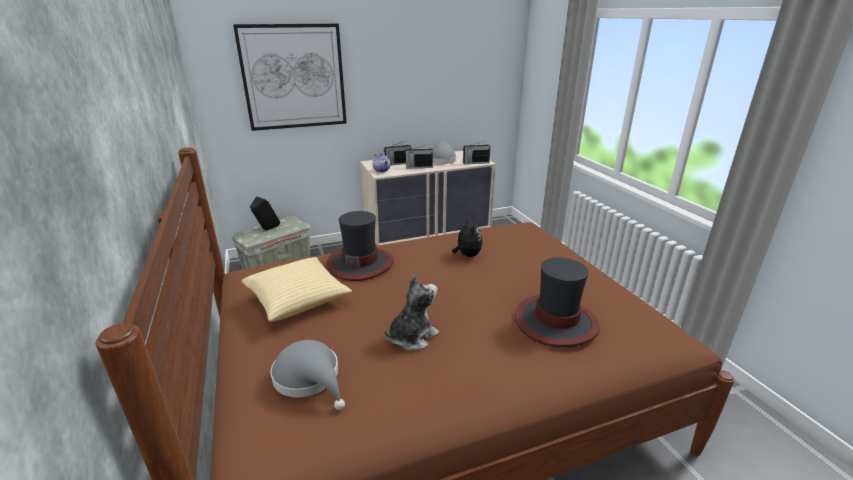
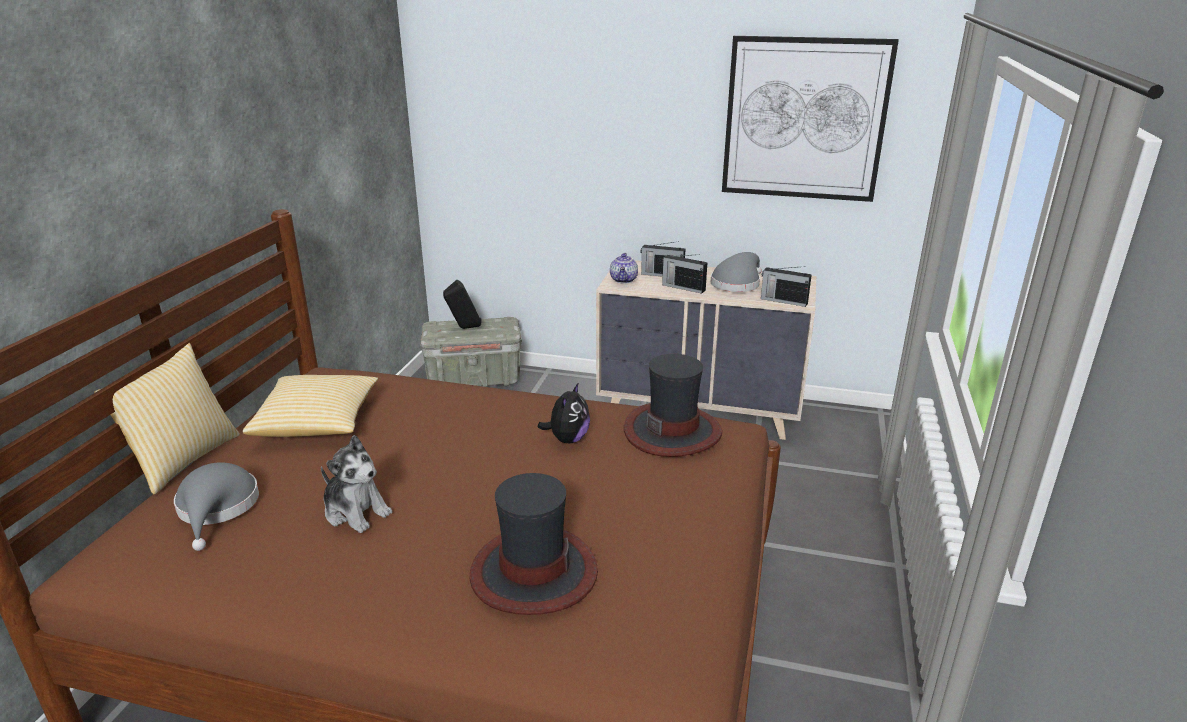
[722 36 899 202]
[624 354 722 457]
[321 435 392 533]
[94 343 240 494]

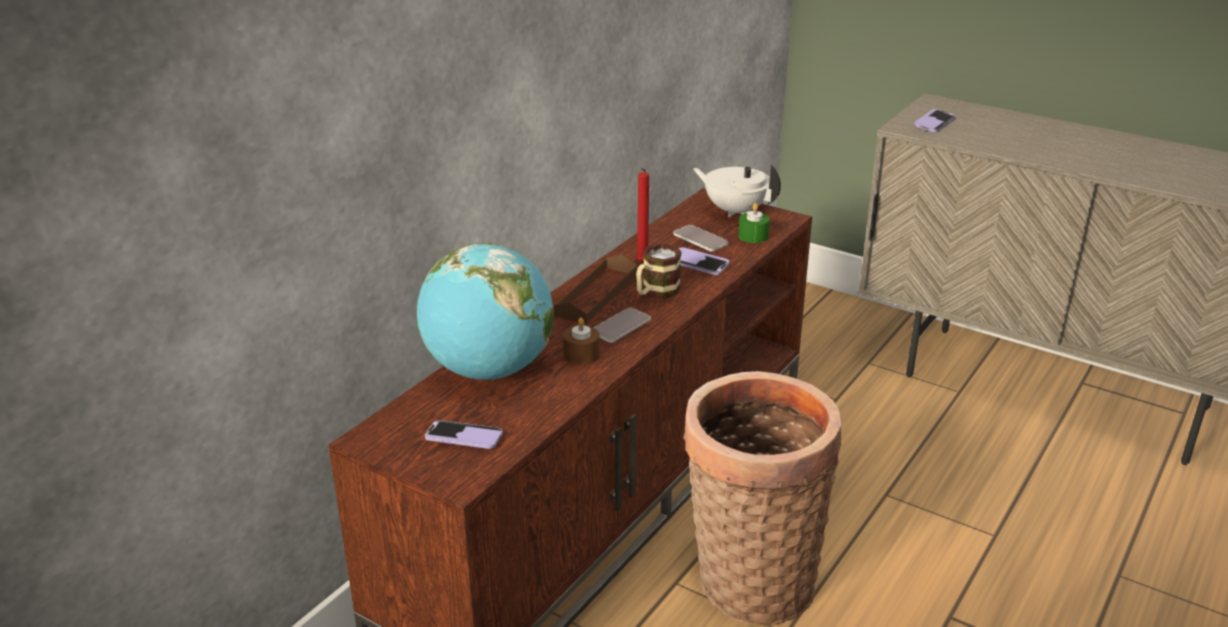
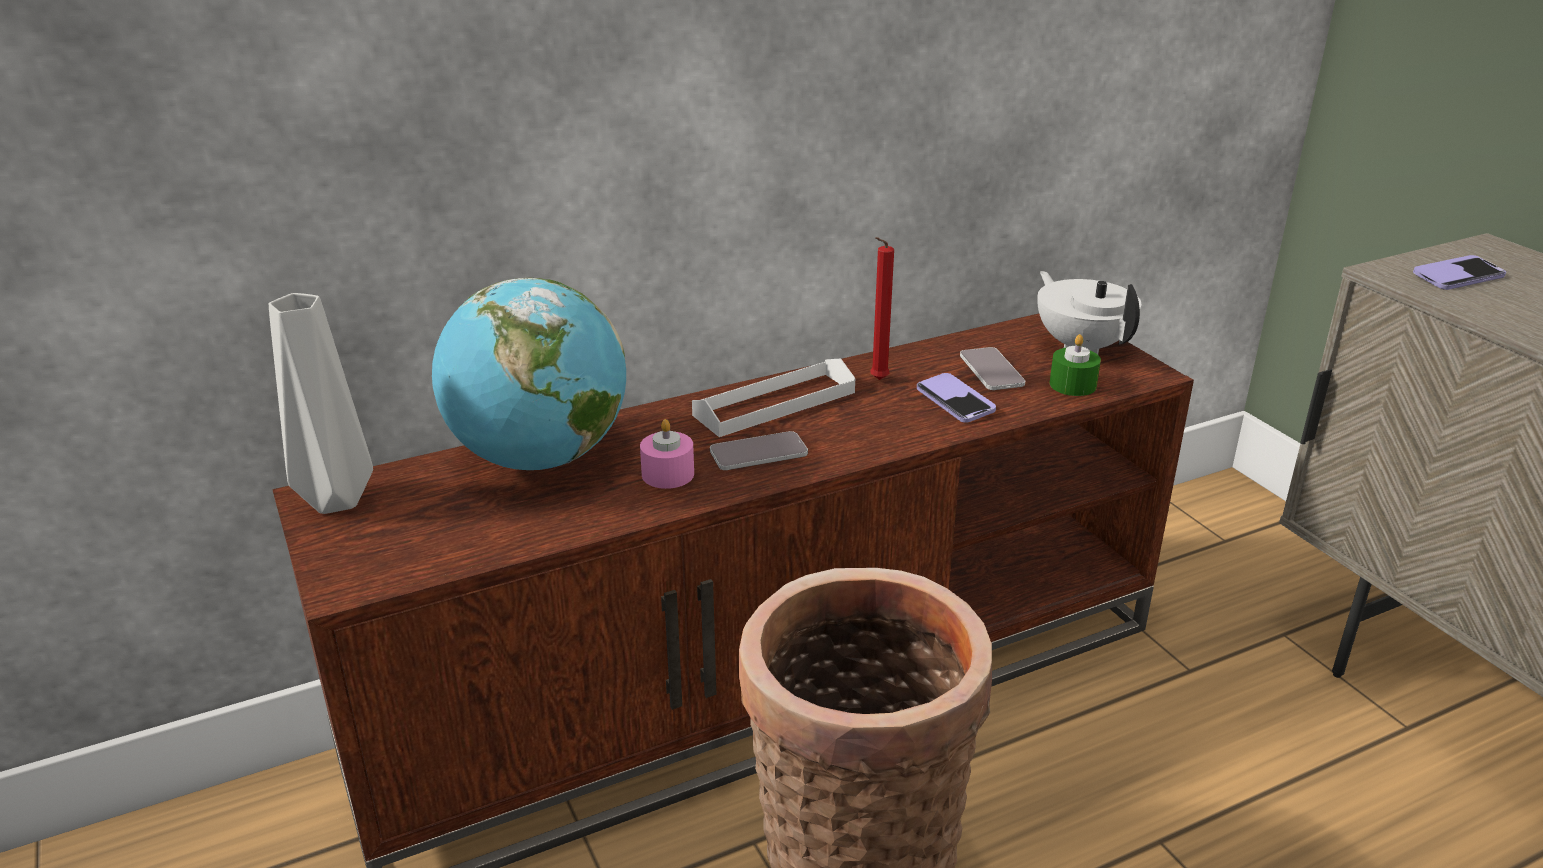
[636 243 681 299] (first image)
[692 358 855 437]
[640 419 694 489]
[425 420 503 449] (first image)
[269 293 373 514]

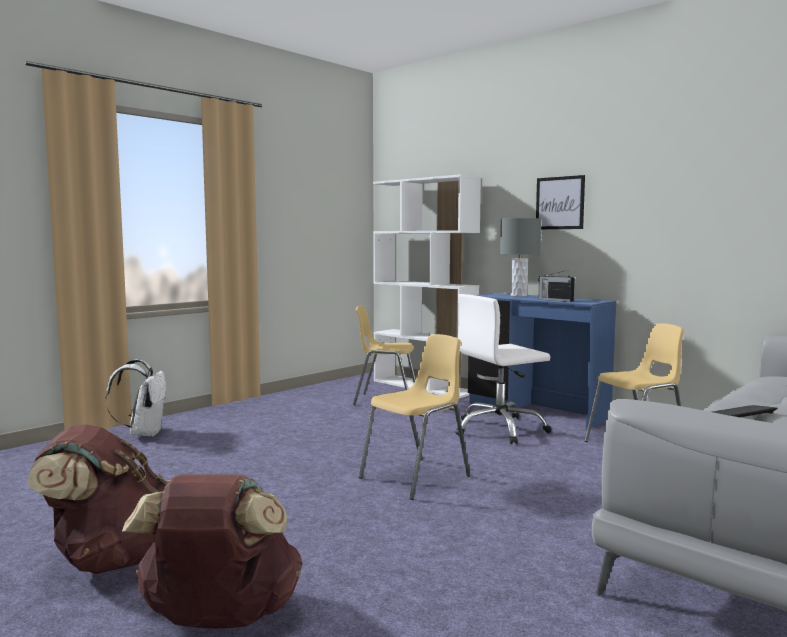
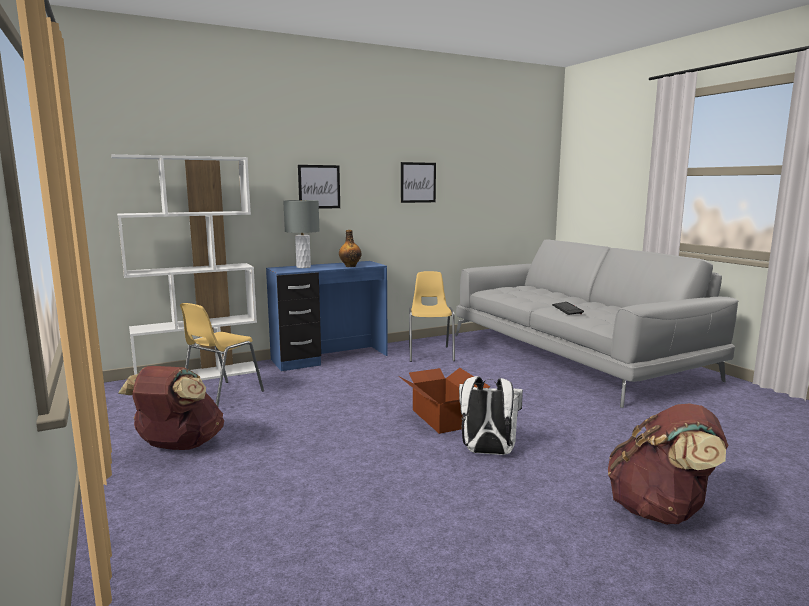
[339 230 362 267]
[455 294 551 444] (first image)
[399 368 490 434]
[459 376 523 455]
[118 366 224 450]
[401 162 436 203]

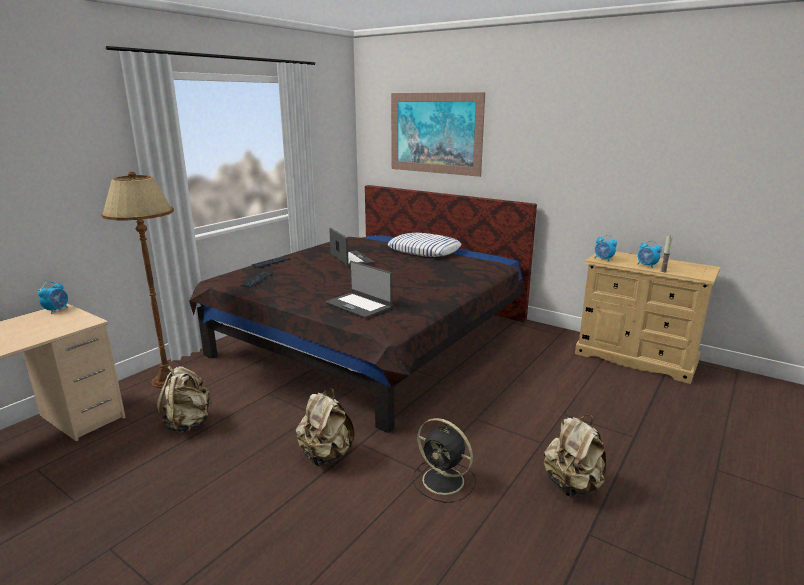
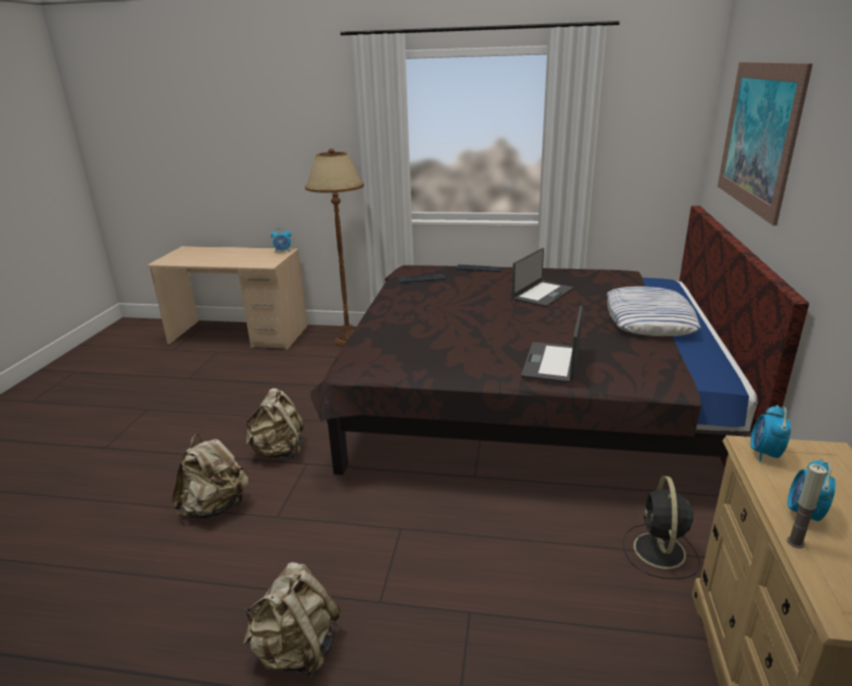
[521 306 583 383]
[172 434 249 518]
[623 476 700 579]

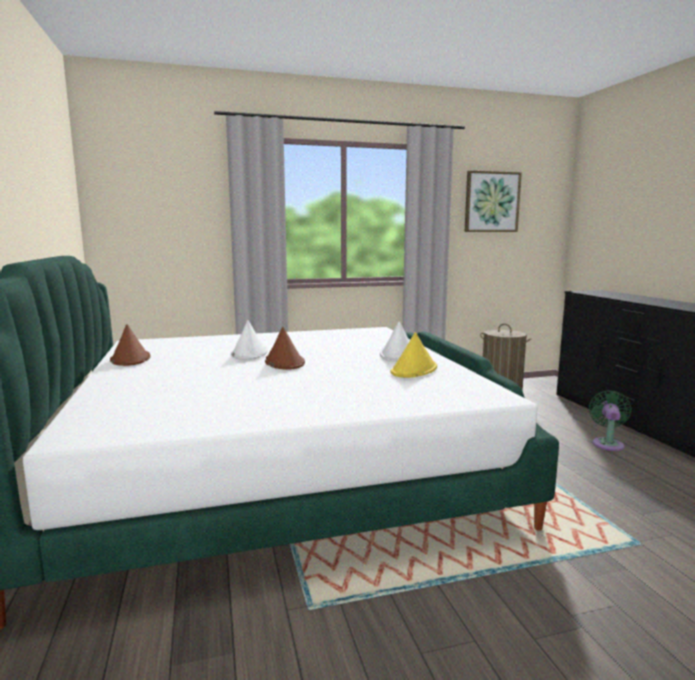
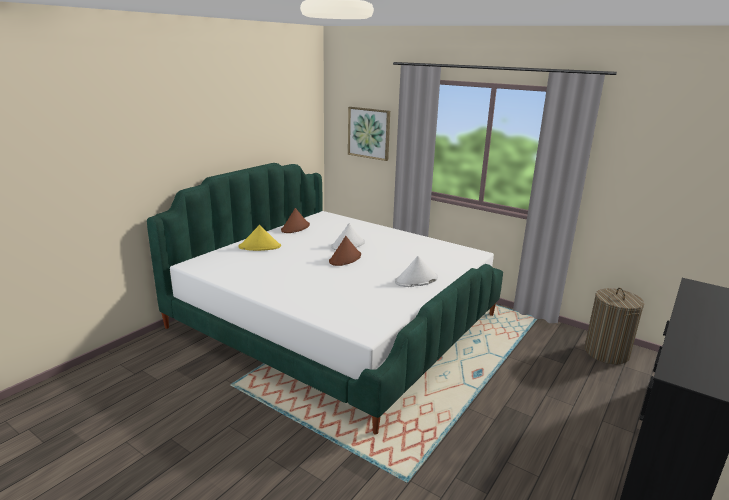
[348 107 390 161]
[239 225 281 251]
[589 390 632 451] (first image)

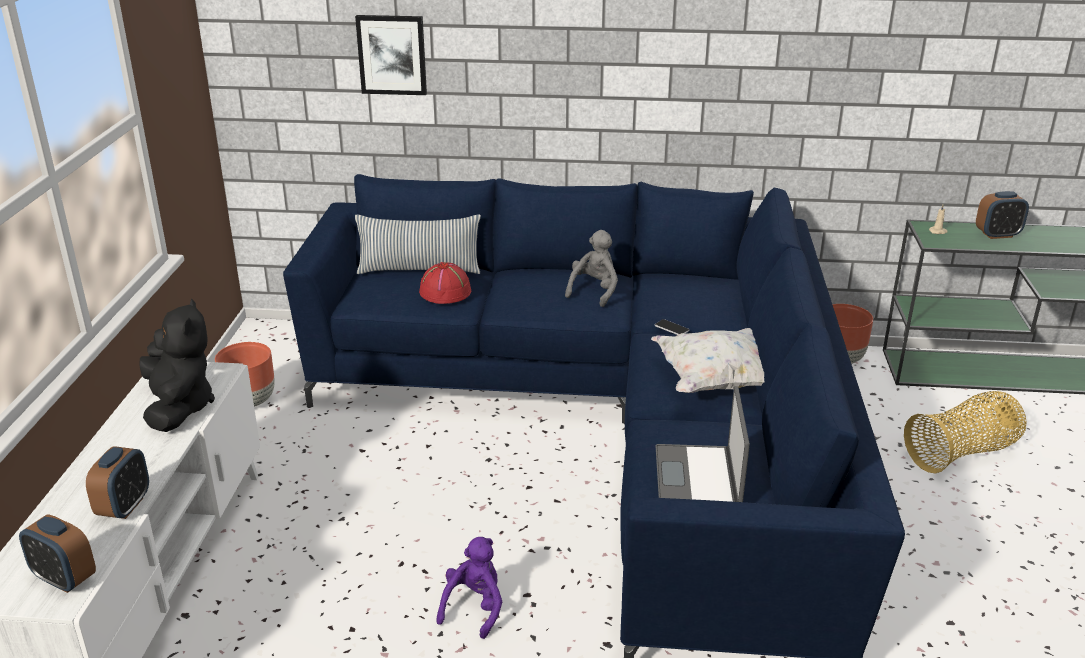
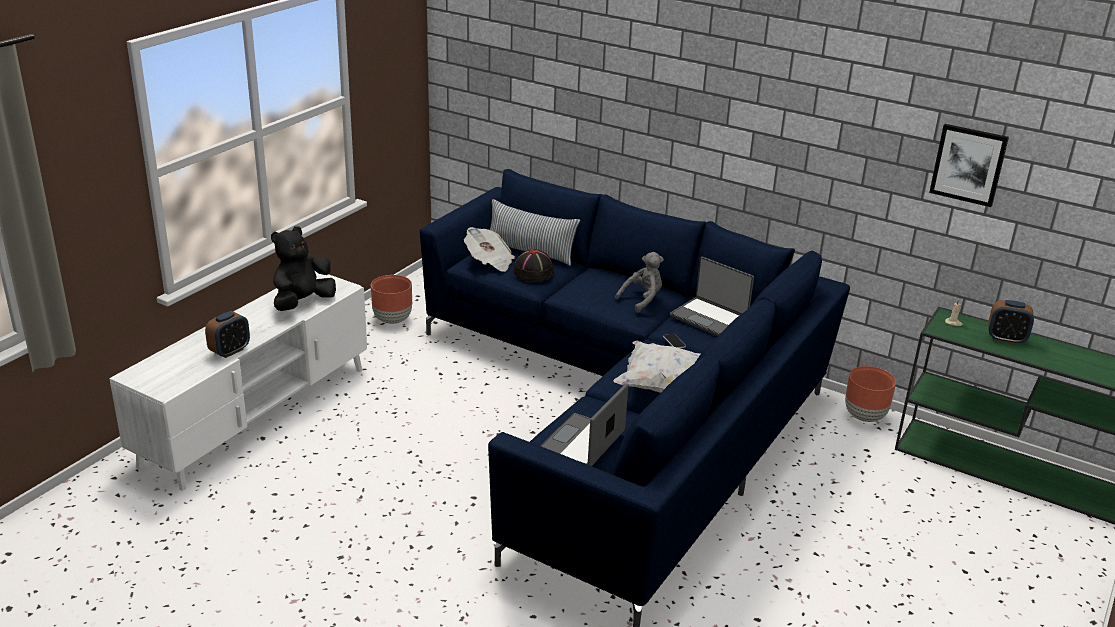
[929 124 1009 207]
[513 249 554 282]
[271 226 336 311]
[904 391 1027 473] (first image)
[19 514 96 593] (first image)
[436 537 502 639] (first image)
[464 227 515 272]
[670 257 754 336]

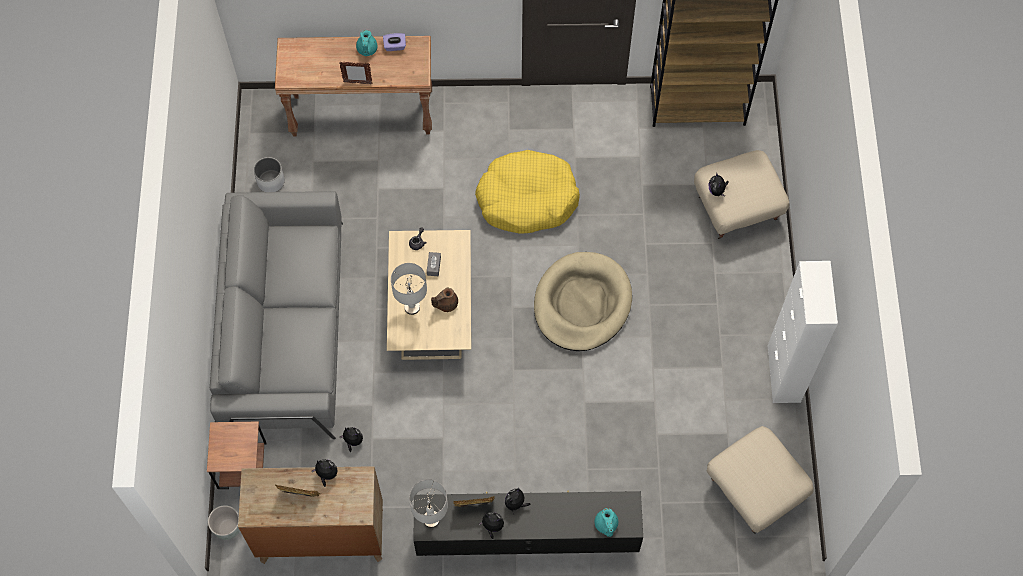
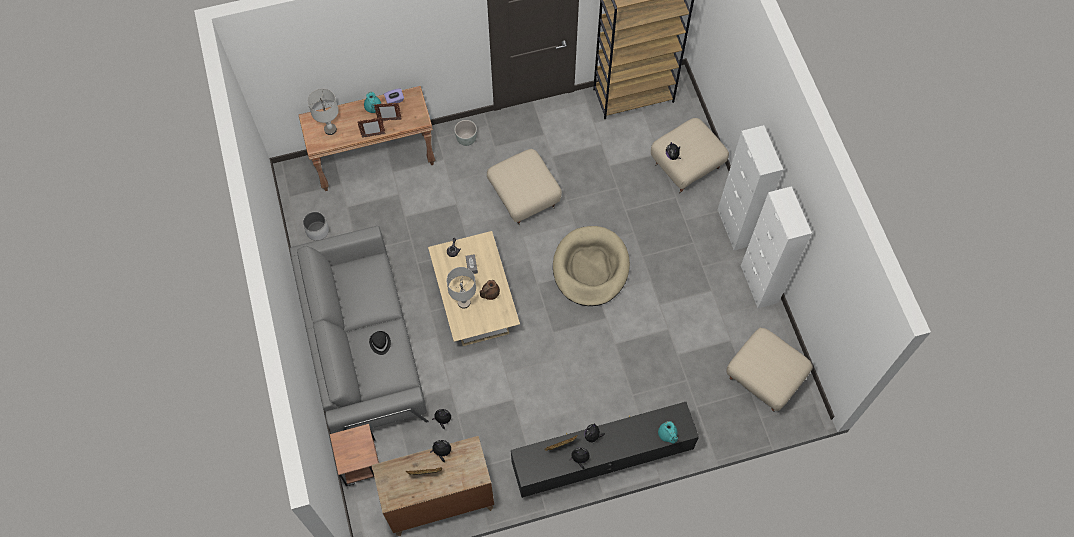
[487 149 562 225]
[308 88 339 135]
[454 120 477 146]
[374 103 402 121]
[718 125 783 250]
[369 331 391 355]

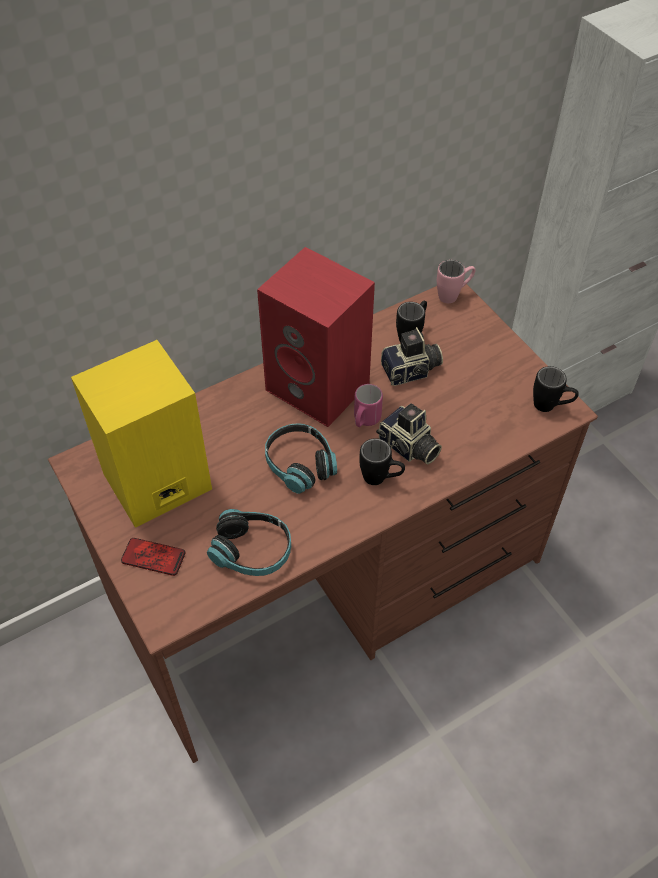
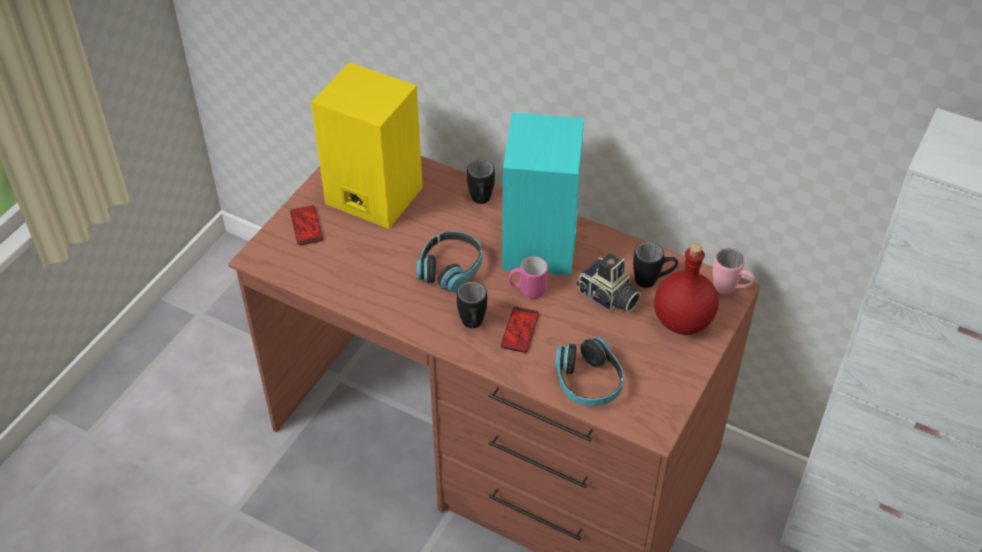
[502 113 584 276]
[467 160 495 204]
[501 307 539 353]
[555 337 624 406]
[654 244 719 335]

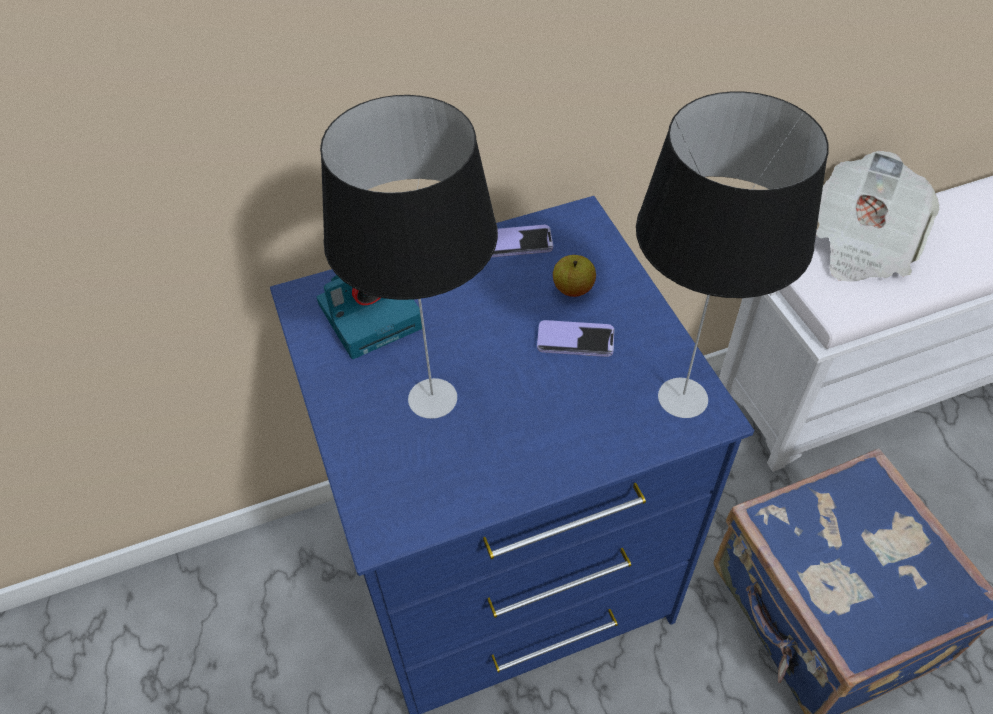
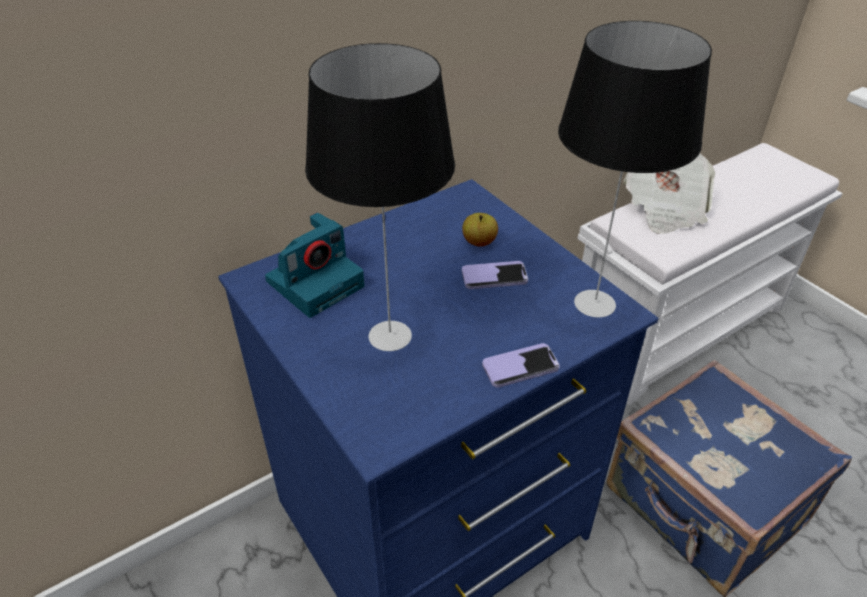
[482 343 560 388]

